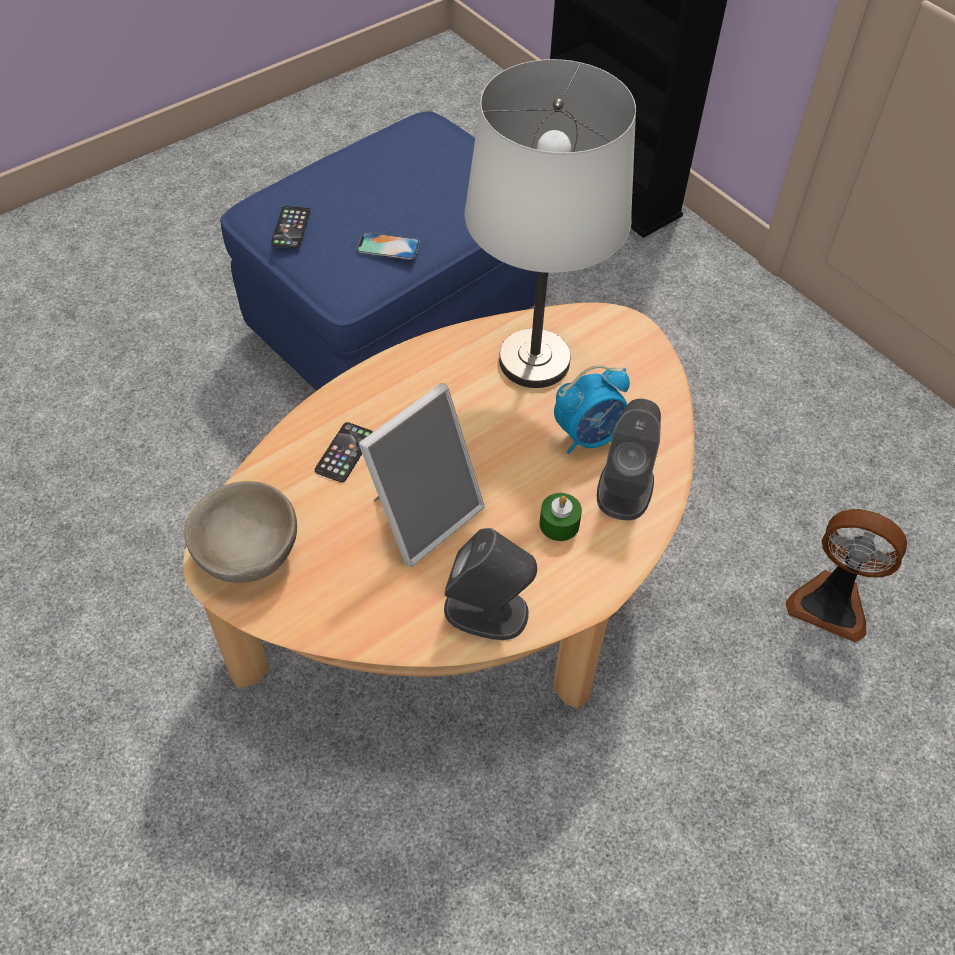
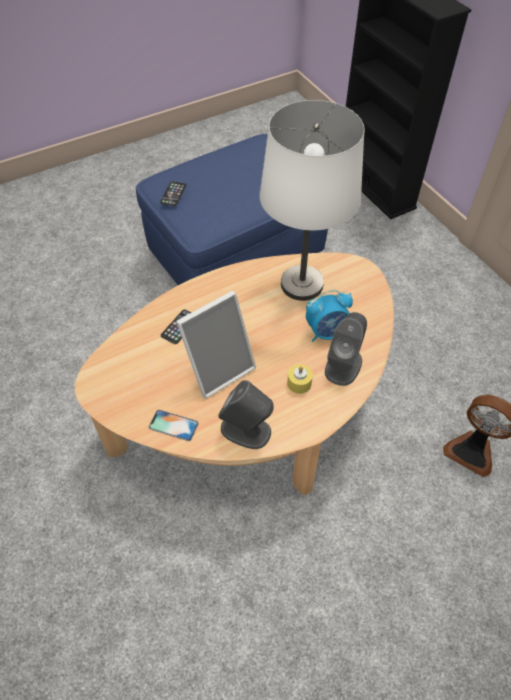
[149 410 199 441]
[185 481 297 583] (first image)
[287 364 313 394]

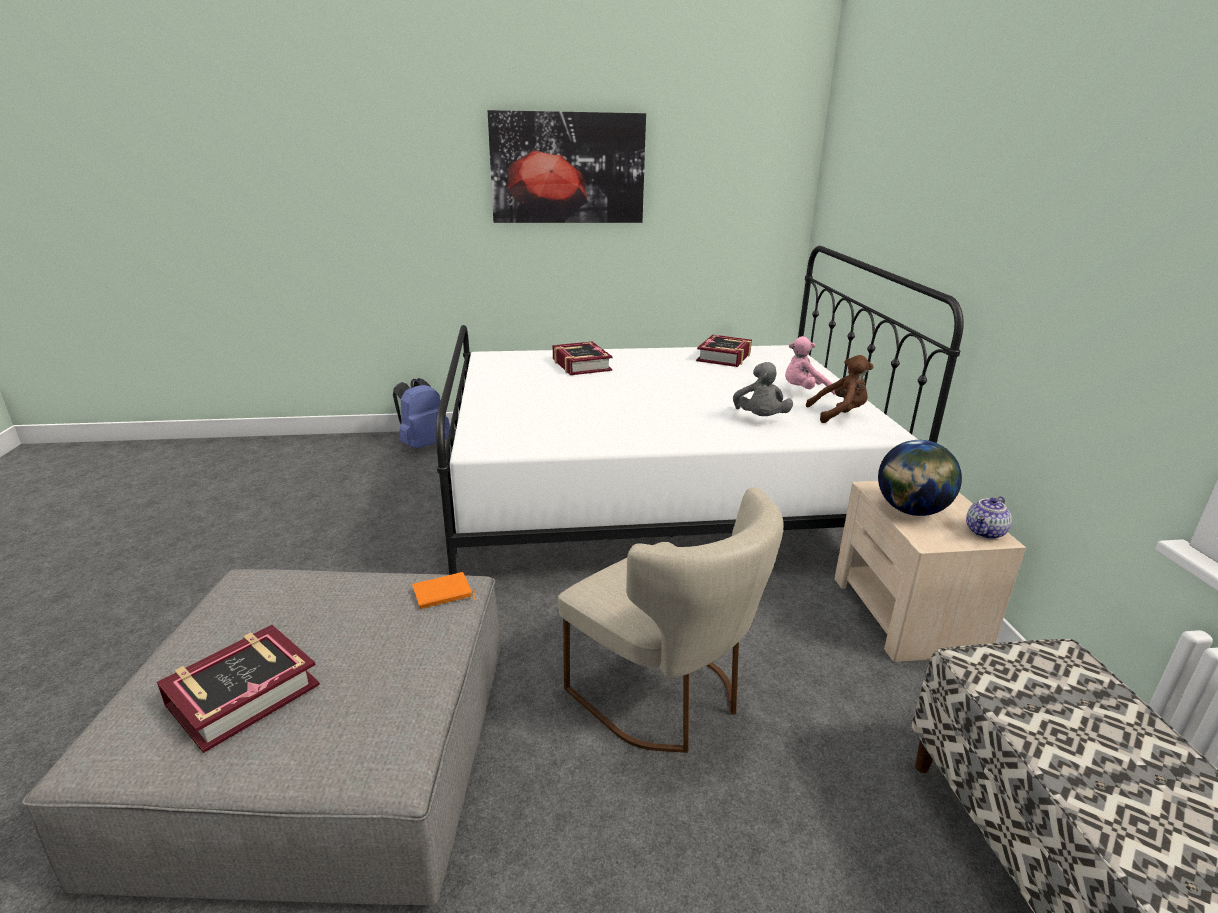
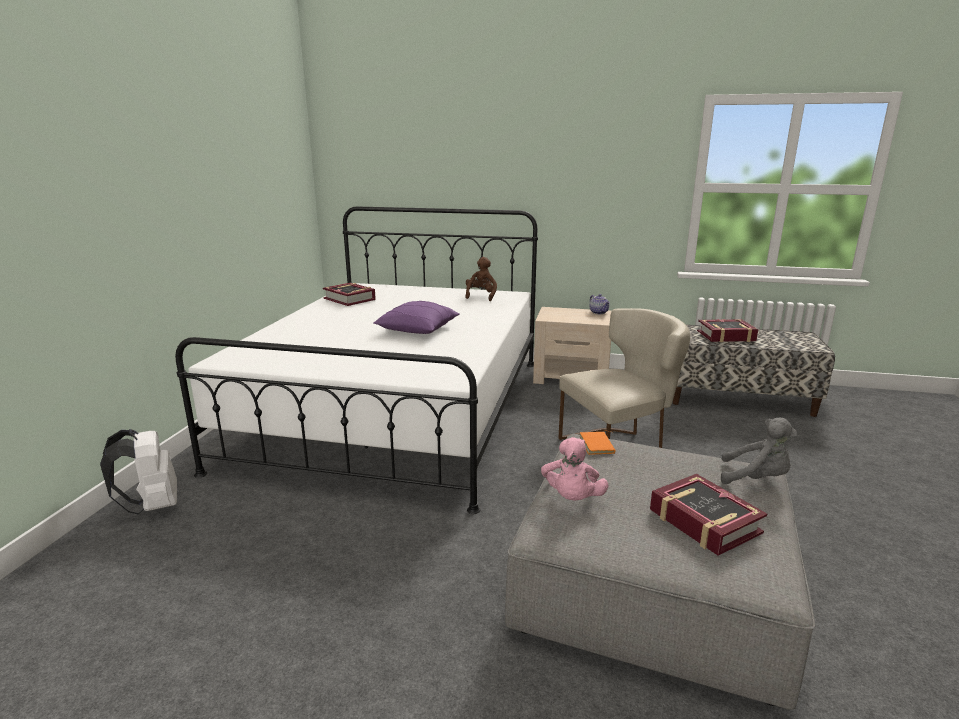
[488 110 646 223] (first image)
[541 437 609 500]
[697 319 758 342]
[721 418 797 484]
[100 429 177 514]
[878 440 962 516] (first image)
[374 301 460 334]

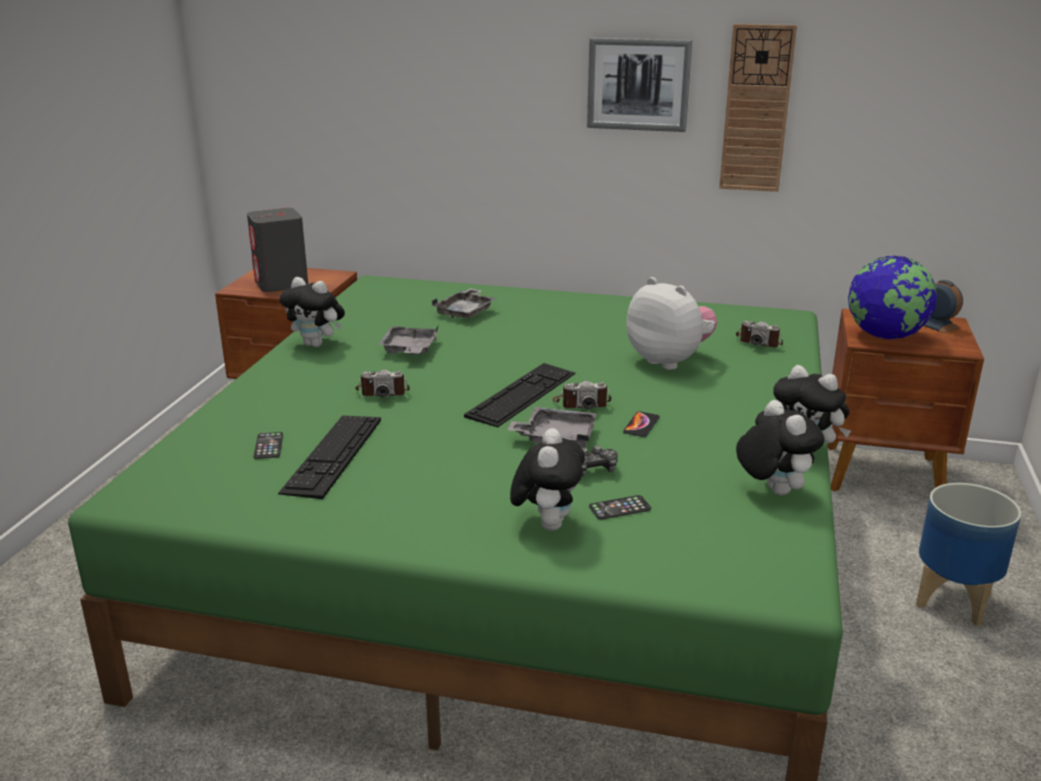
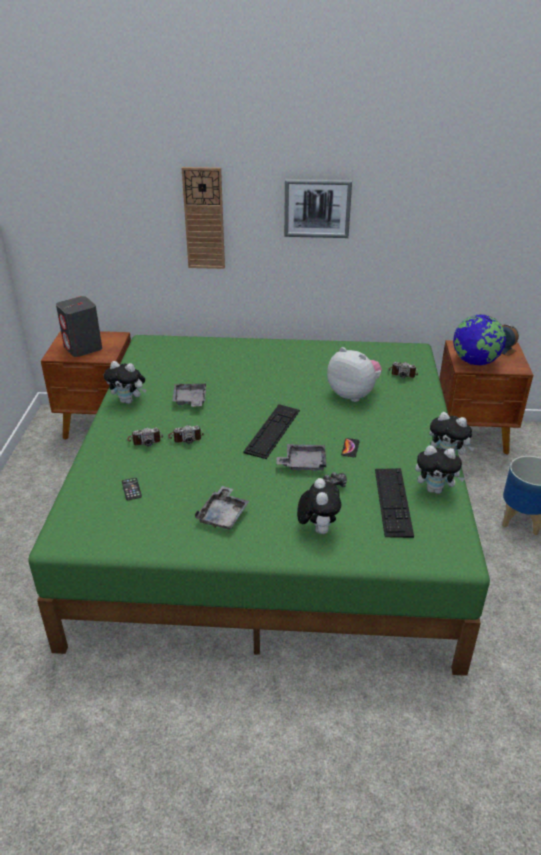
[182 167 225 269]
[195 486 249 530]
[127 428 163 446]
[415 445 465 494]
[375 468 414 538]
[589 495 651 520] (first image)

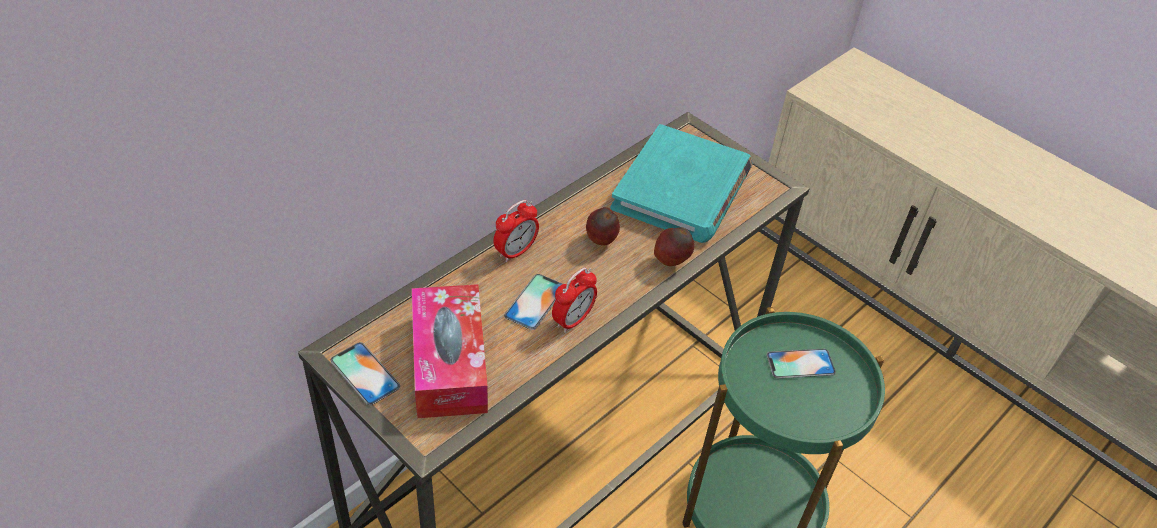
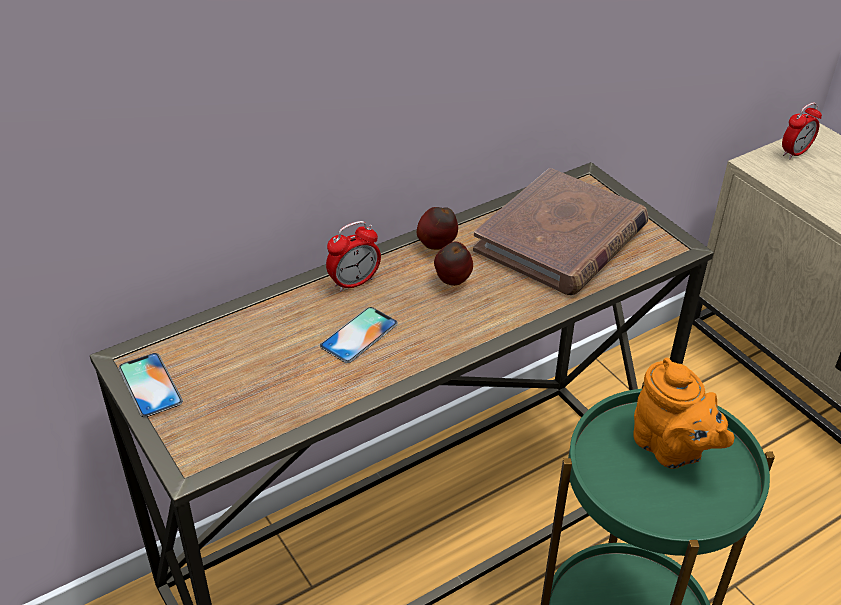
[473 168 649 295]
[417 207 458 250]
[782 102 822 159]
[412 284 488 418] (first image)
[633 357 734 469]

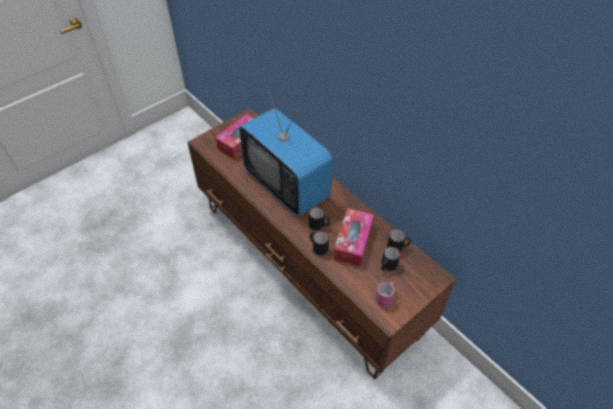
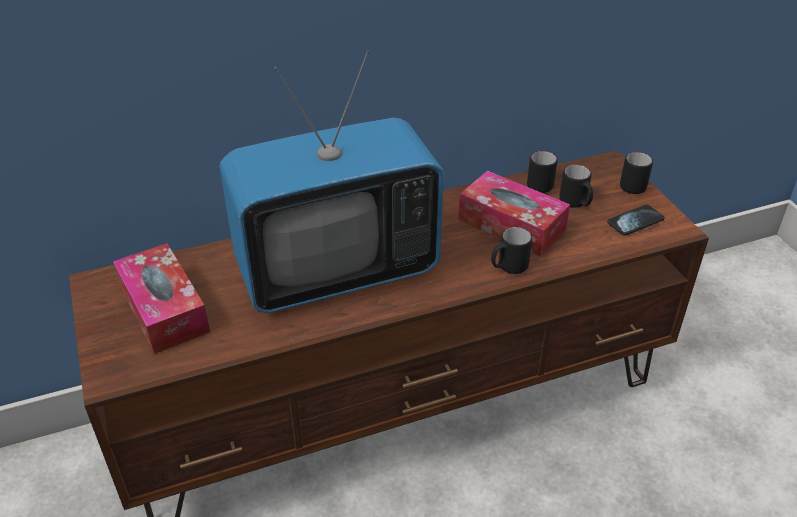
[620 152 653 194]
[607 204 665 236]

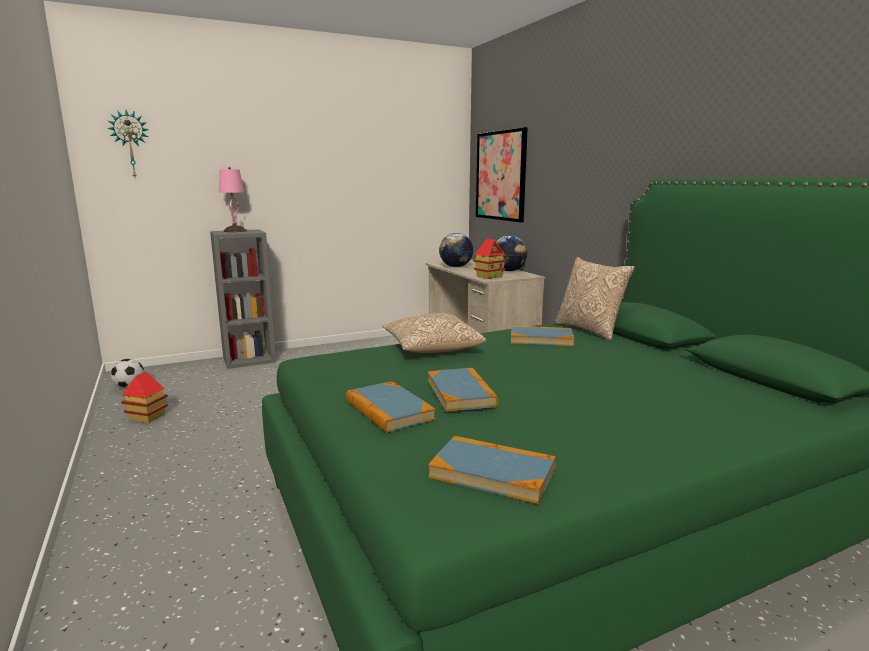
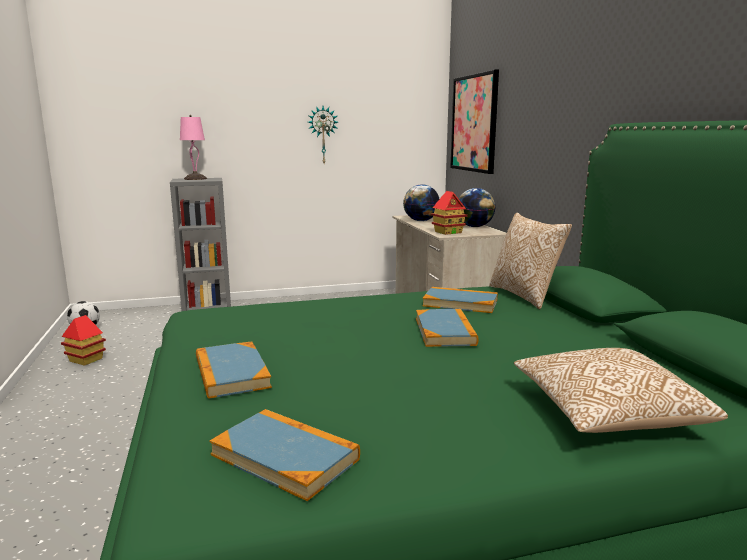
[308 106 338 163]
[514 348 728 433]
[416 309 478 347]

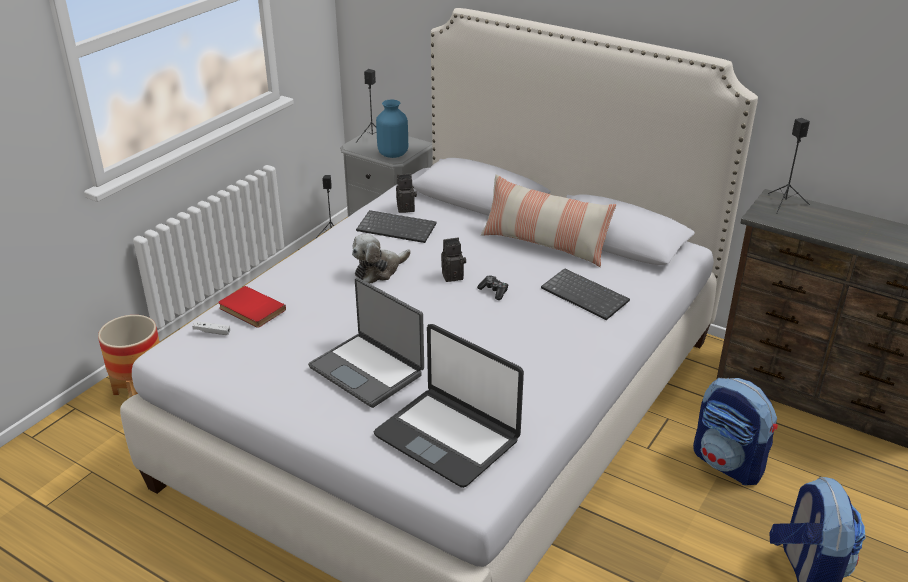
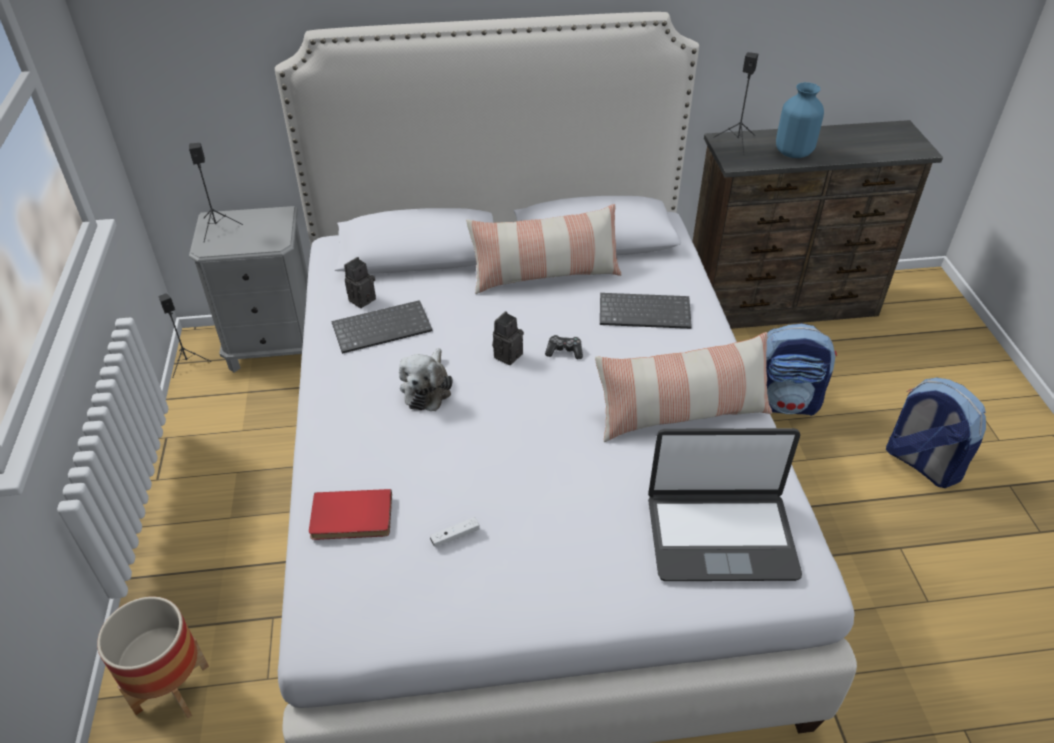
[776 82 824 158]
[308 278 424 408] (first image)
[430 517 479 547]
[595 332 772 442]

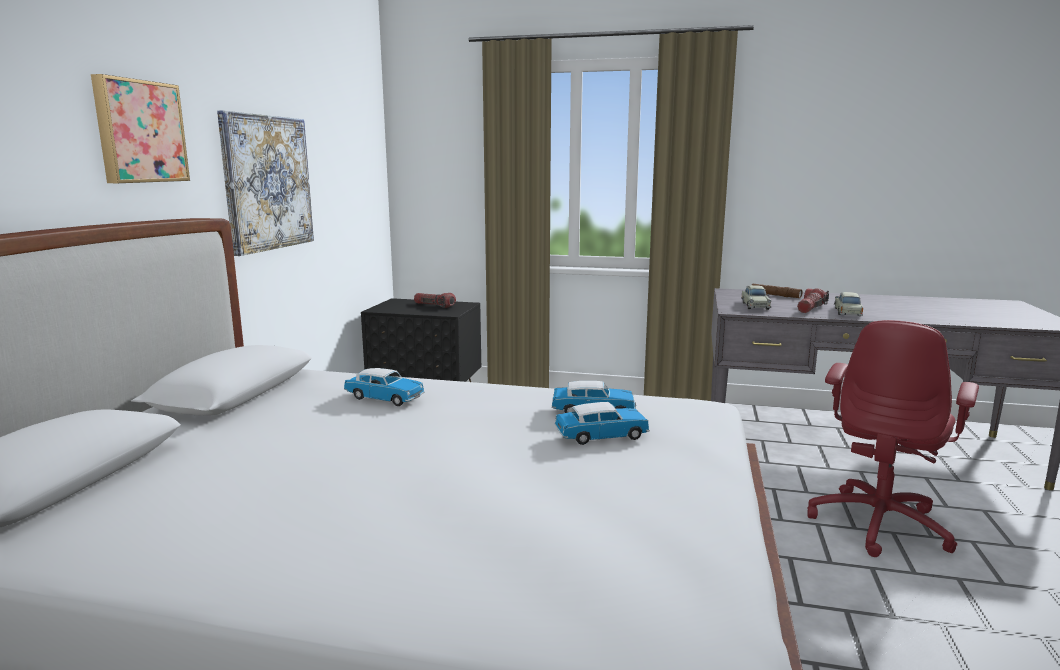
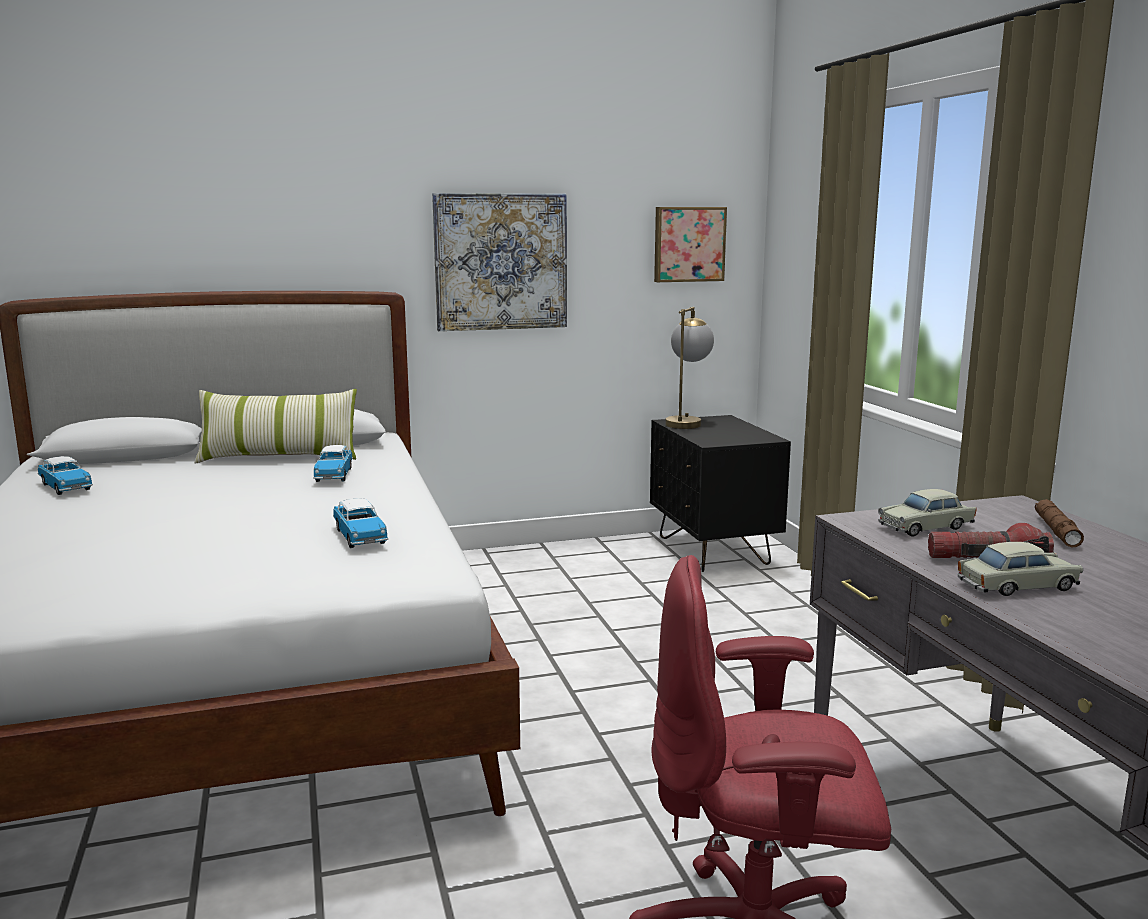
[654 207 727 282]
[414 293 456 308] (first image)
[38 456 93 495]
[665 307 714 429]
[194 389 357 463]

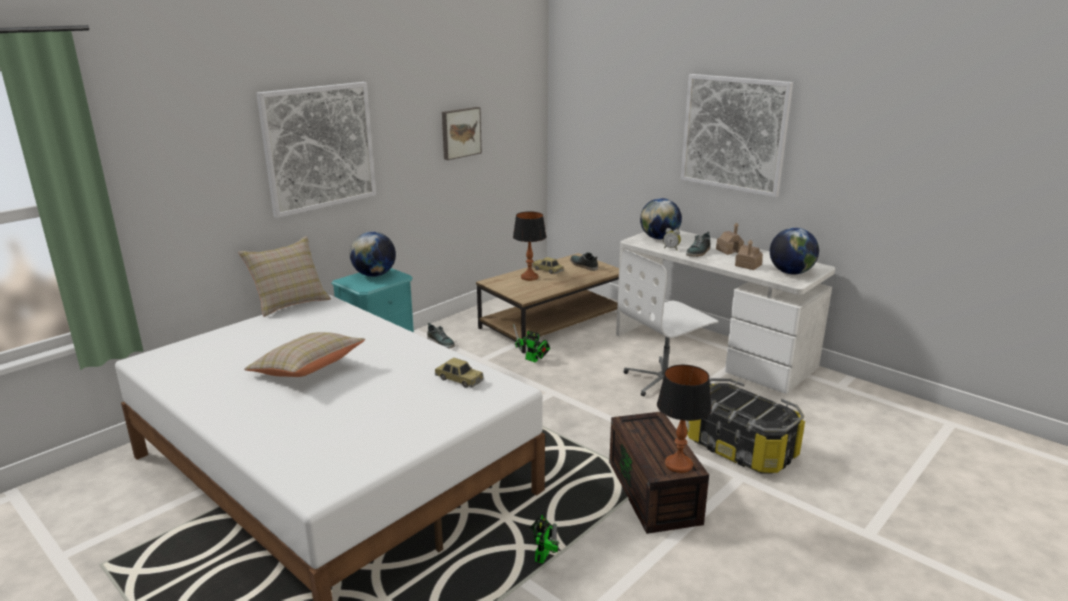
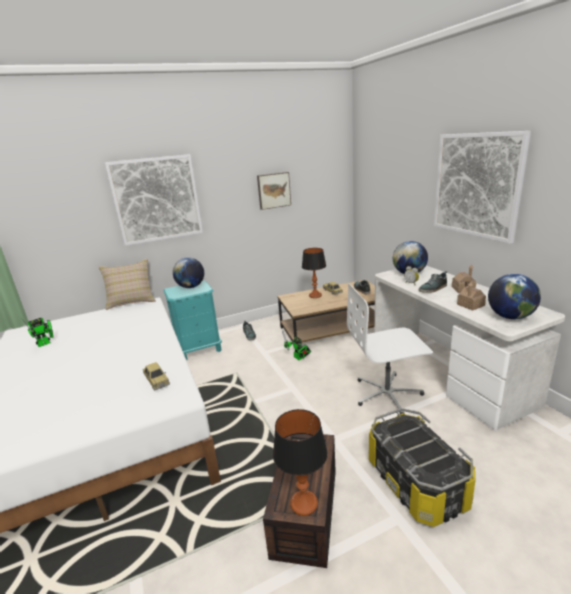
[244 332 365 377] (first image)
[21 317 54 347]

